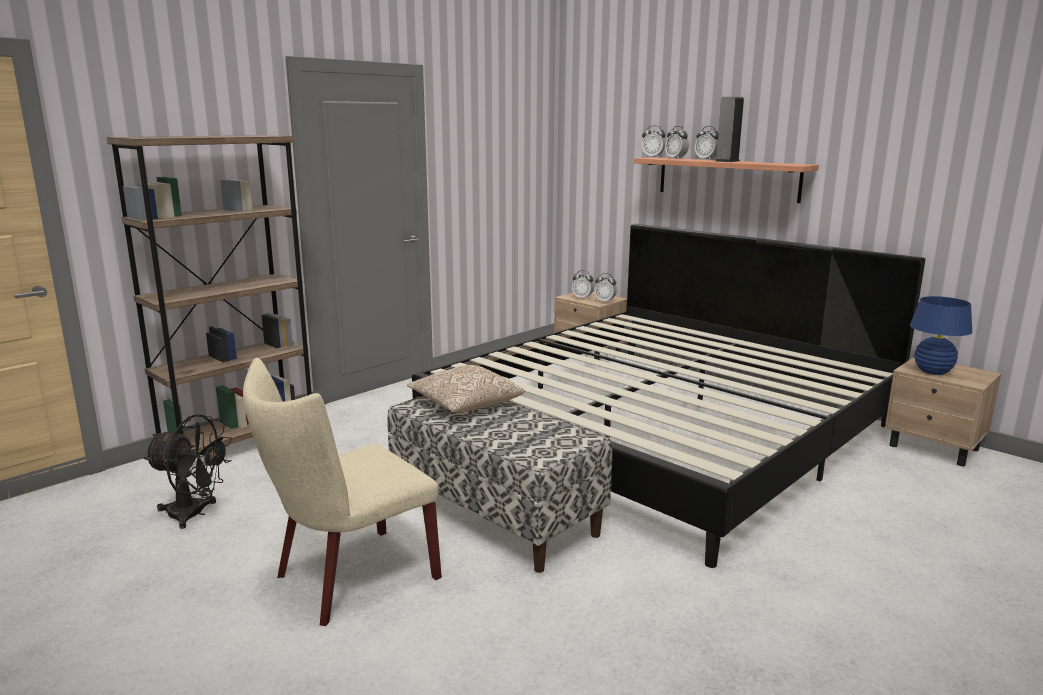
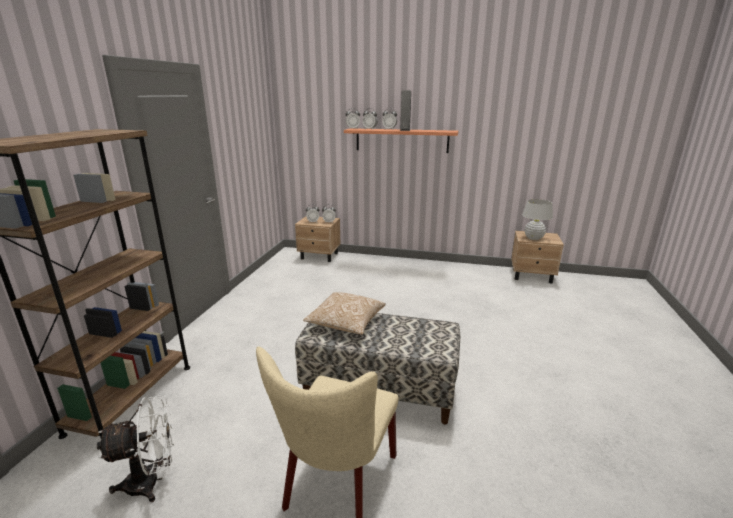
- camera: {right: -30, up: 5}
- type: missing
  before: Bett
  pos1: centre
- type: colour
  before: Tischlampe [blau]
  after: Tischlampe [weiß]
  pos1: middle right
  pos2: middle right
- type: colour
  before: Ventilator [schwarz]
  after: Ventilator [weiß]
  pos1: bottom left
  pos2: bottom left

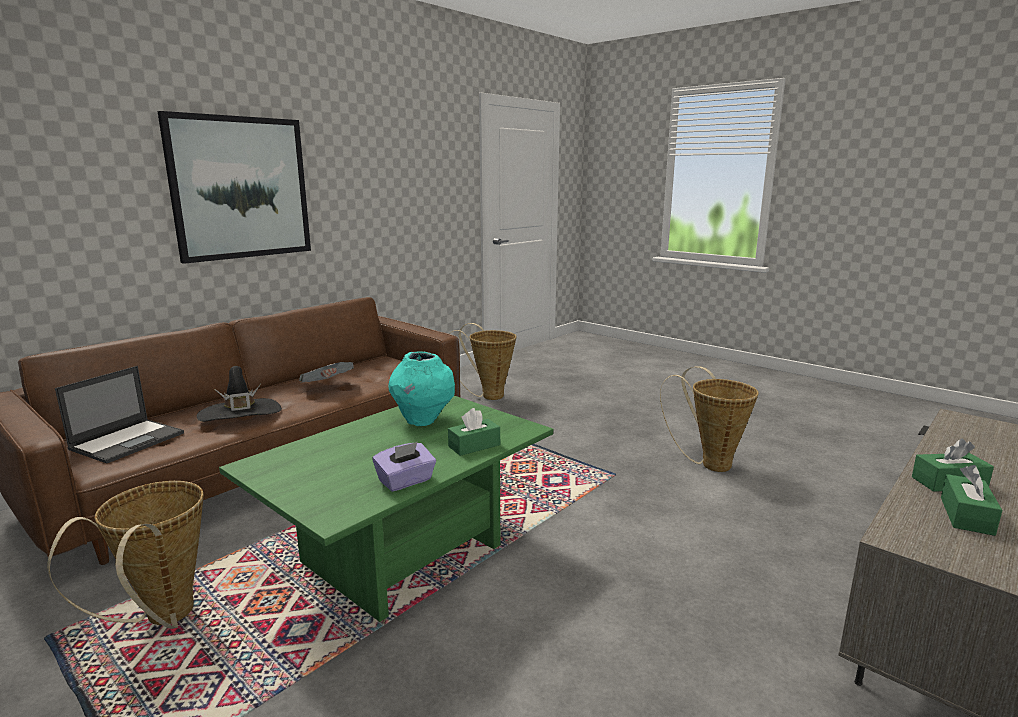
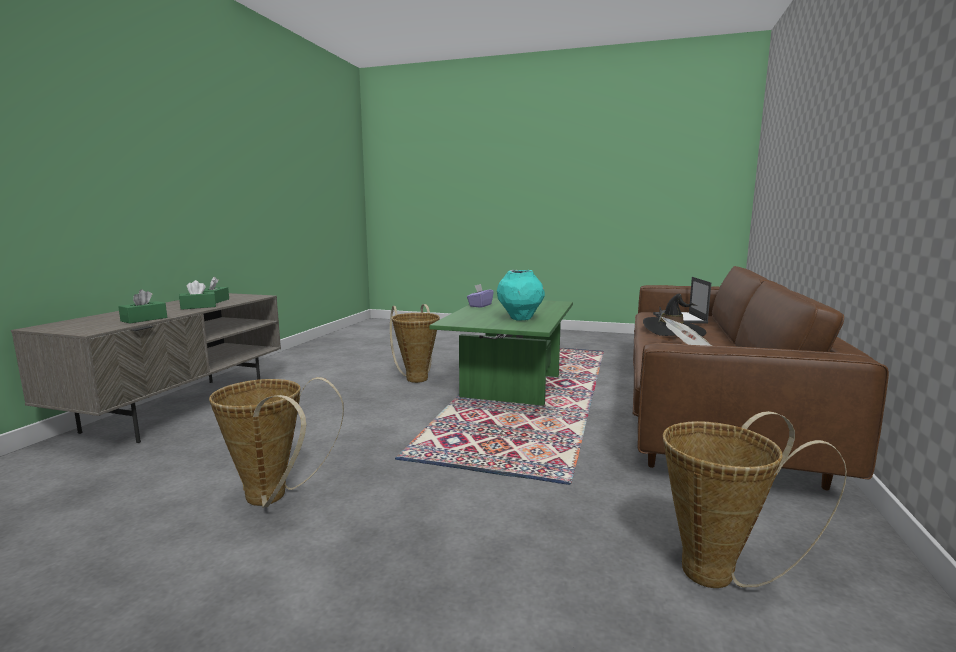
- camera: {right: 155, up: -5}
- type: missing
  before: Bild
  pos1: top left
- type: relocated
  before: Taschentuchbox [grün] (no. 1 from left)
  pos1: centre
  pos2: middle left
- type: relocated
  before: Korb (no. 1 from left in the first image)
  after: Korb (no. 2 from left)
  pos1: bottom left
  pos2: centre

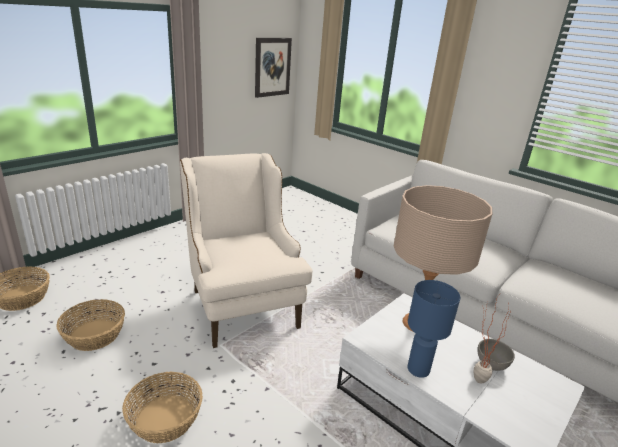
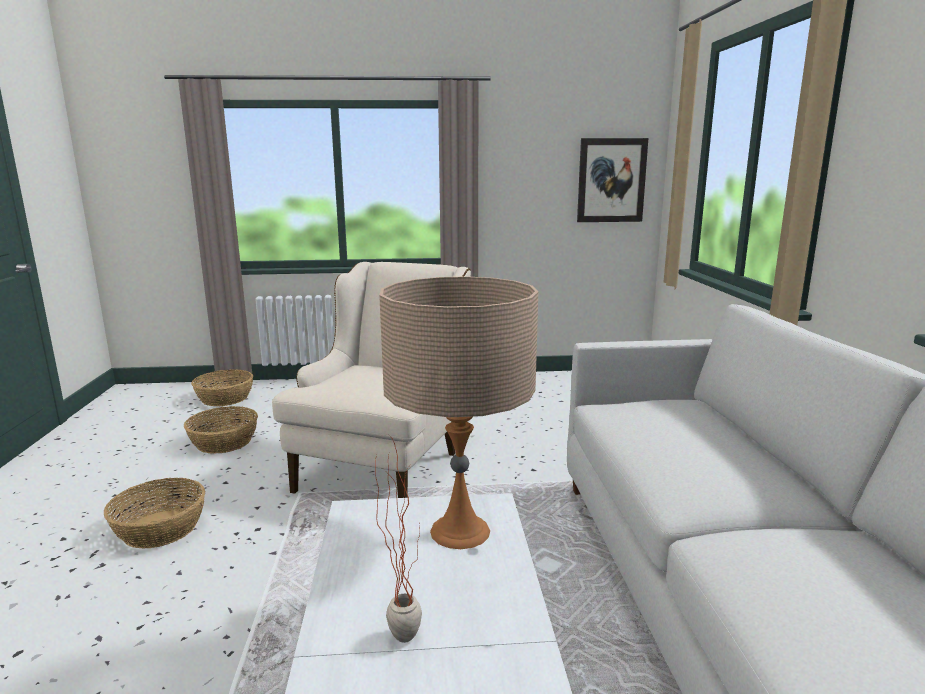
- camera: {right: 45, up: -10}
- type: missing
  before: Tischlampe [blau]
  pos1: bottom right
- type: missing
  before: Schüssel [grau]
  pos1: bottom right

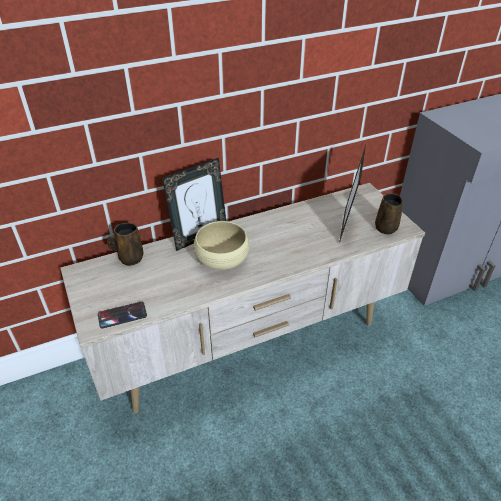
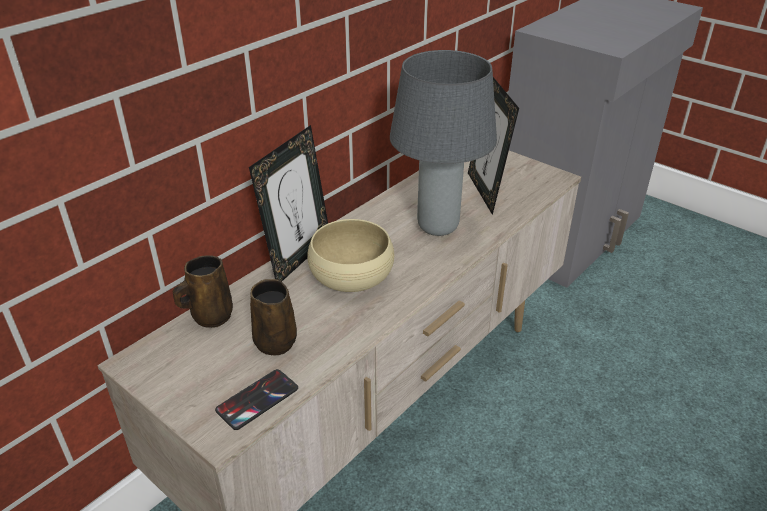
- camera: {right: -25, up: -5}
- type: relocated
  before: Henkelbecher [braun] (no. 2 from left)
  pos1: middle right
  pos2: centre
- type: appeared
  after: Tischlampe [grau]
  pos2: top centre

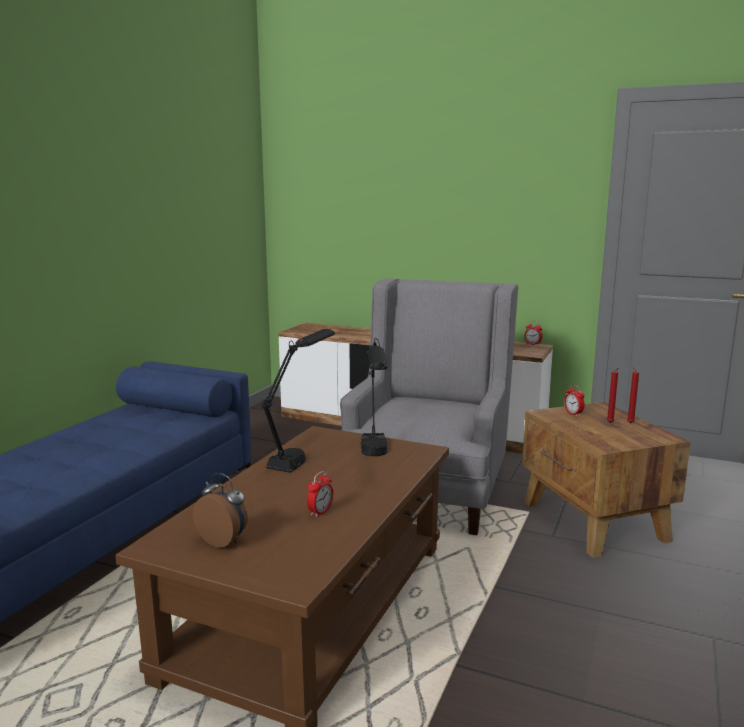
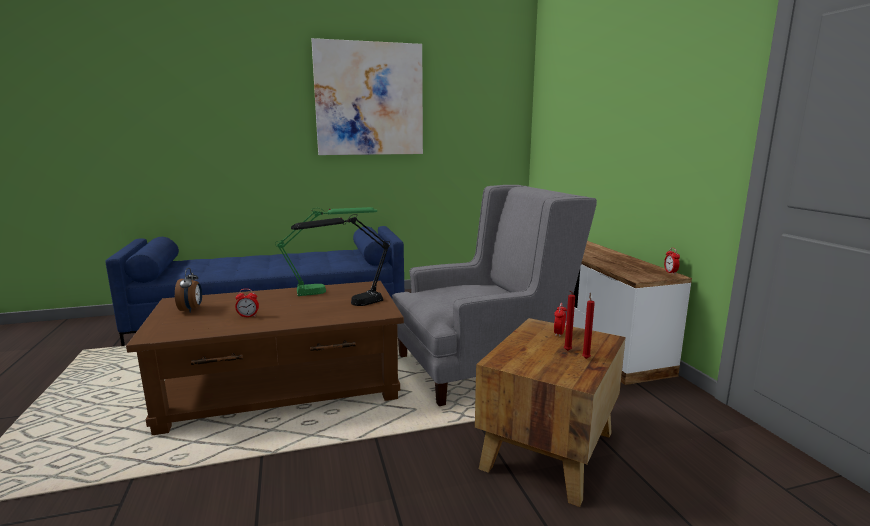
- camera: {right: 50, up: 0}
- type: colour
  before: Tischlampe [schwarz] (no. 1 from left)
  after: Tischlampe [grün]
  pos1: centre
  pos2: centre
- type: appeared
  after: Bild
  pos2: top centre

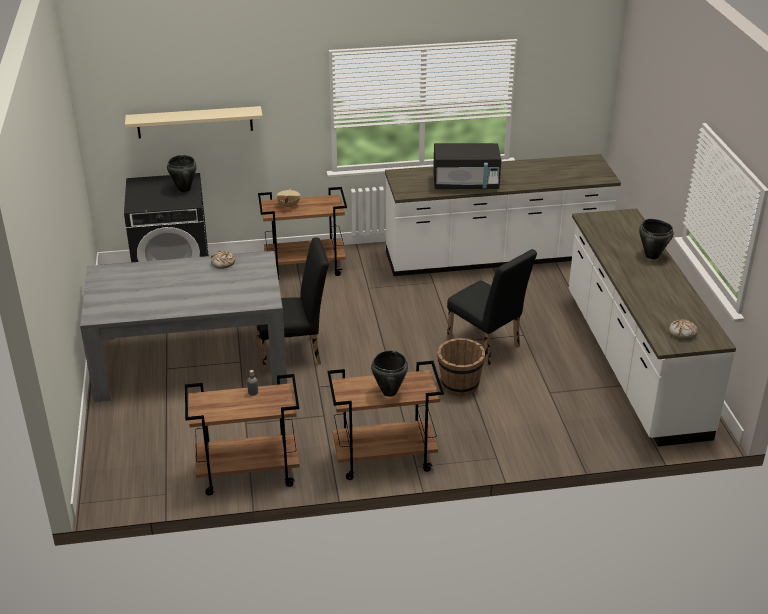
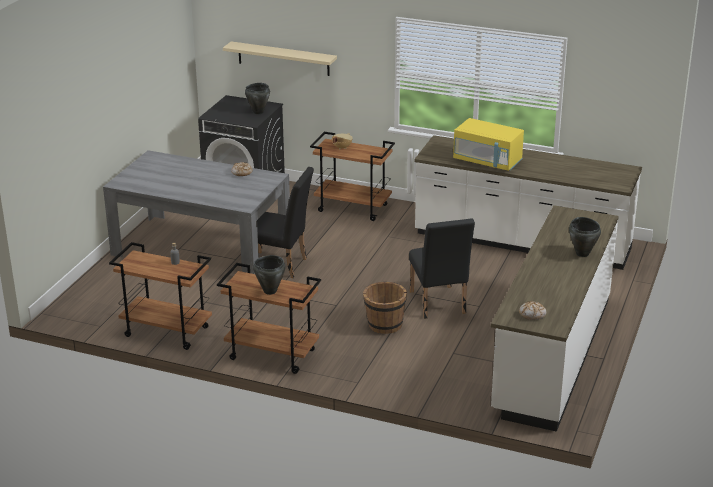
- camera: {right: 30, up: -5}
- type: colour
  before: Mikrowelle [schwarz]
  after: Mikrowelle [gelb]
  pos1: top centre
  pos2: top right

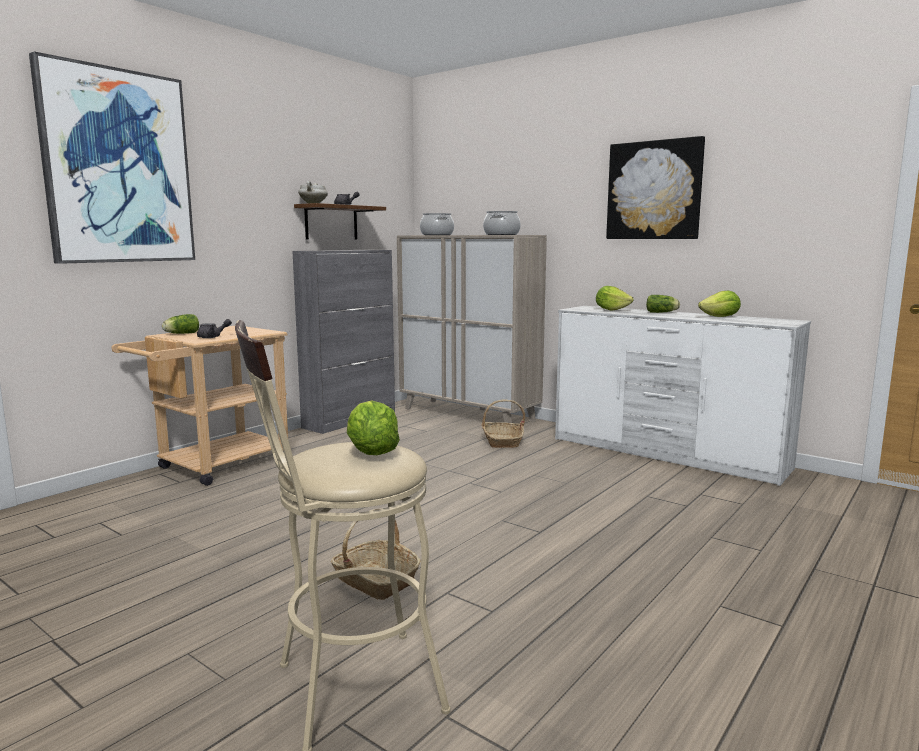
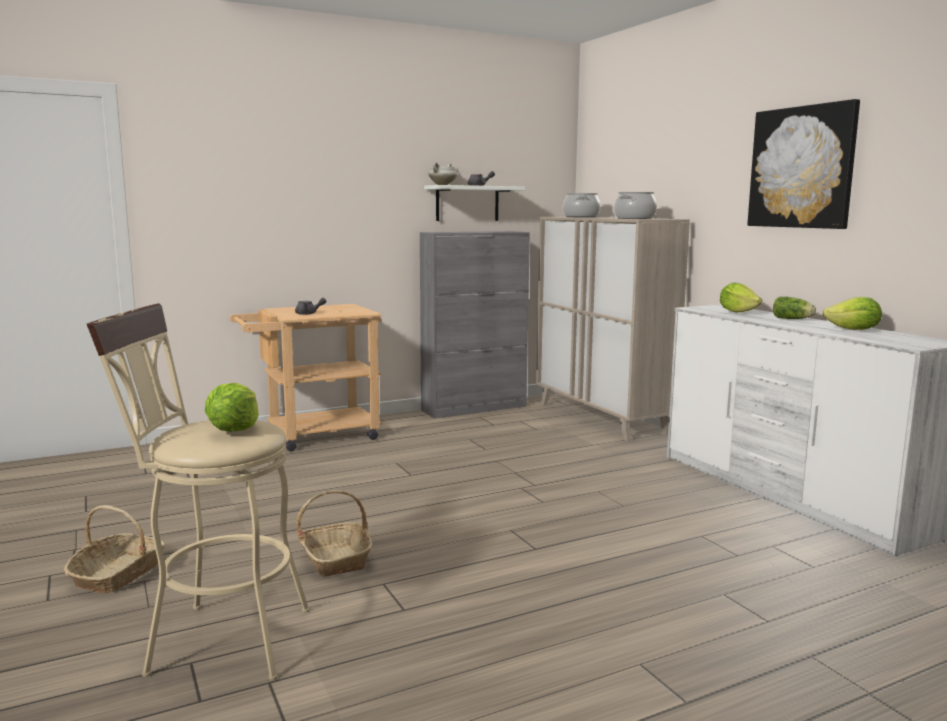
- camera: {right: 25, up: 0}
- type: missing
  before: Bild (no. 1 from left)
  pos1: top left
- type: colour
  before: Wandregal [braun]
  after: Wandregal [weiß]
  pos1: top centre
  pos2: top centre
- type: missing
  before: Salatkopf (no. 1 from left)
  pos1: middle left
- type: relocated
  before: Korb (no. 2 from left in the first image)
  after: Korb (no. 1 from left)
  pos1: centre
  pos2: bottom left

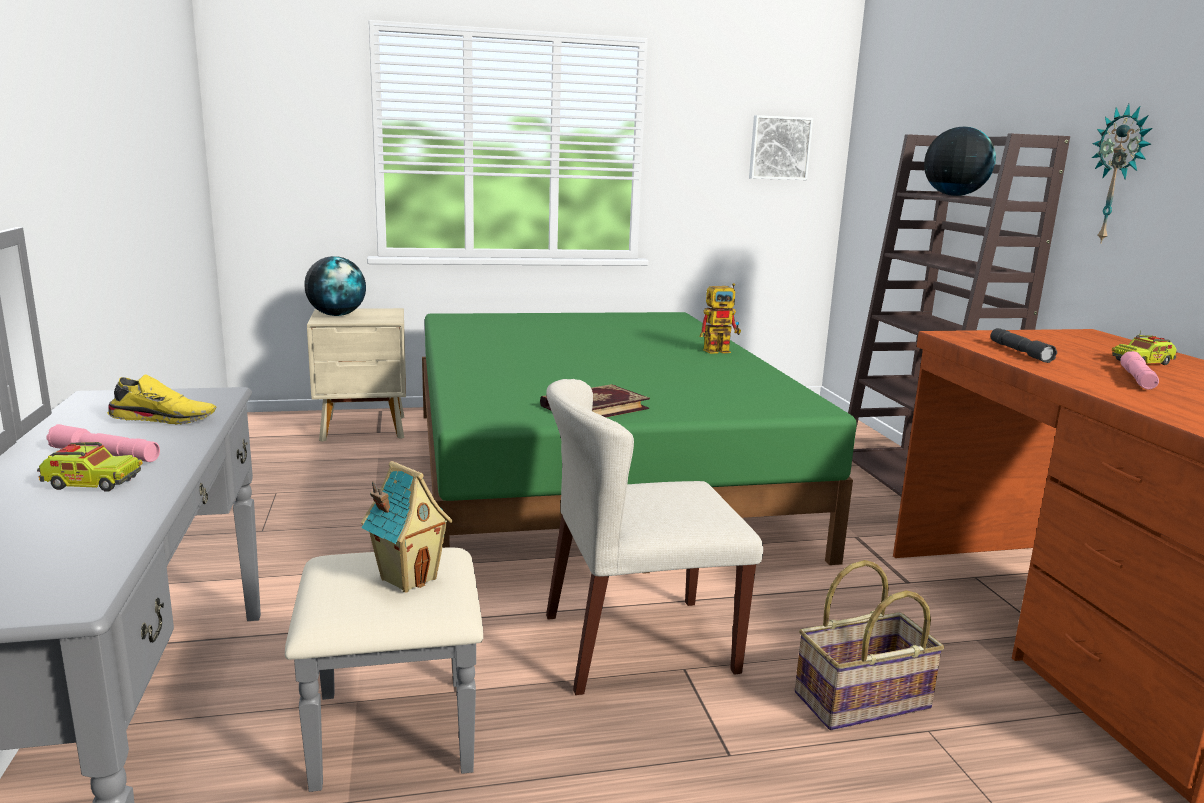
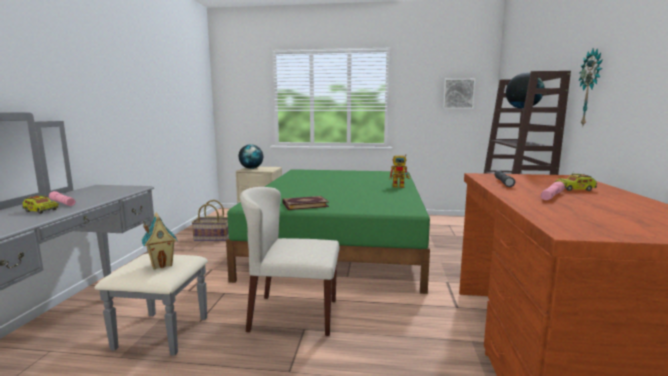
- camera: {right: 20, up: -5}
- type: missing
  before: Schuh [gelb]
  pos1: middle left
- type: relocated
  before: Korb
  pos1: bottom right
  pos2: middle left

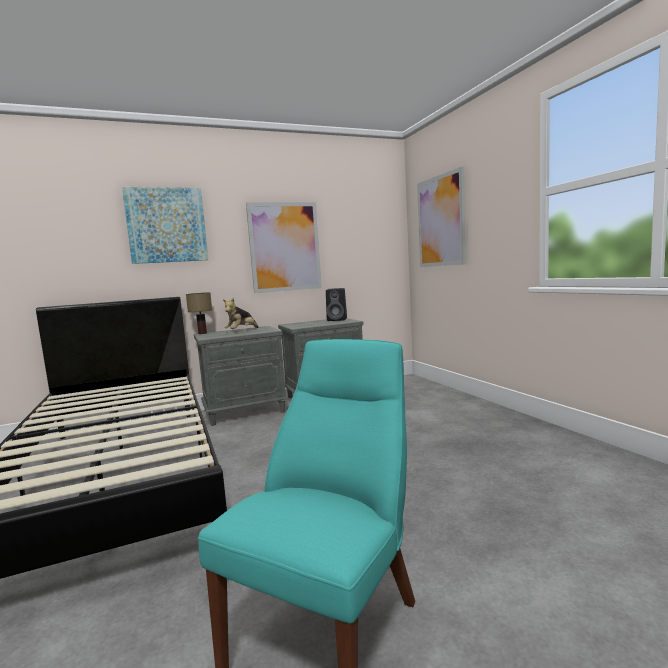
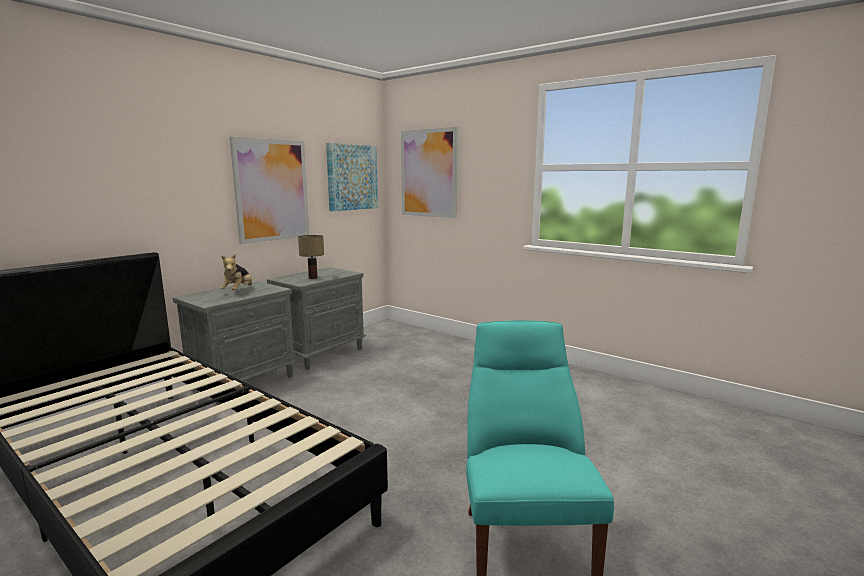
- camera: {right: -30, up: 5}
- type: relocated
  before: Bild (no. 1 from left in the first image)
  after: Bild (no. 2 from left)
  pos1: middle left
  pos2: top centre
- type: missing
  before: Lautsprecher [schwarz]
  pos1: centre
- type: relocated
  before: Tischlampe
  pos1: middle left
  pos2: centre

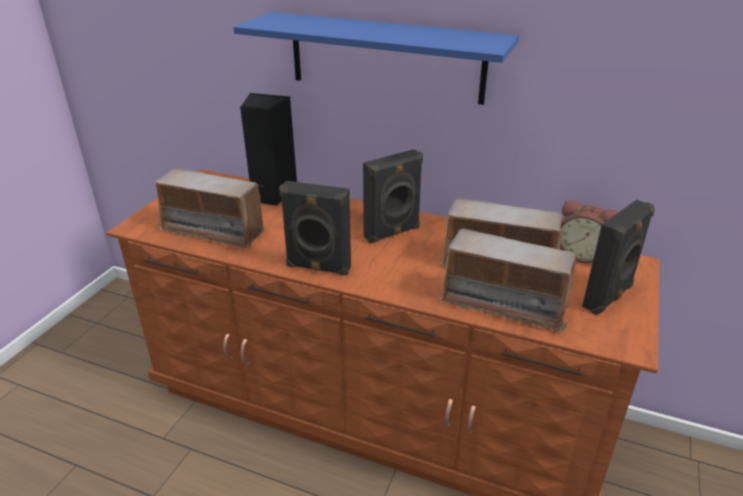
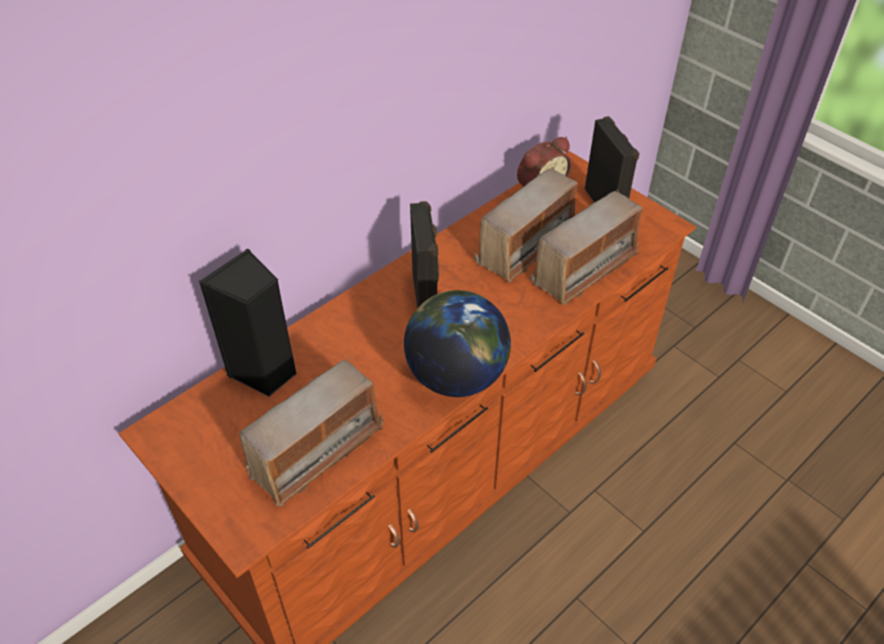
- camera: {right: -65, up: 15}
- type: missing
  before: Wandregal [blau]
  pos1: top centre
- type: exchanged
  before: Lautsprecher [schwarz] (no. 2 from left)
  after: Globus
  pos1: centre
  pos2: centre

